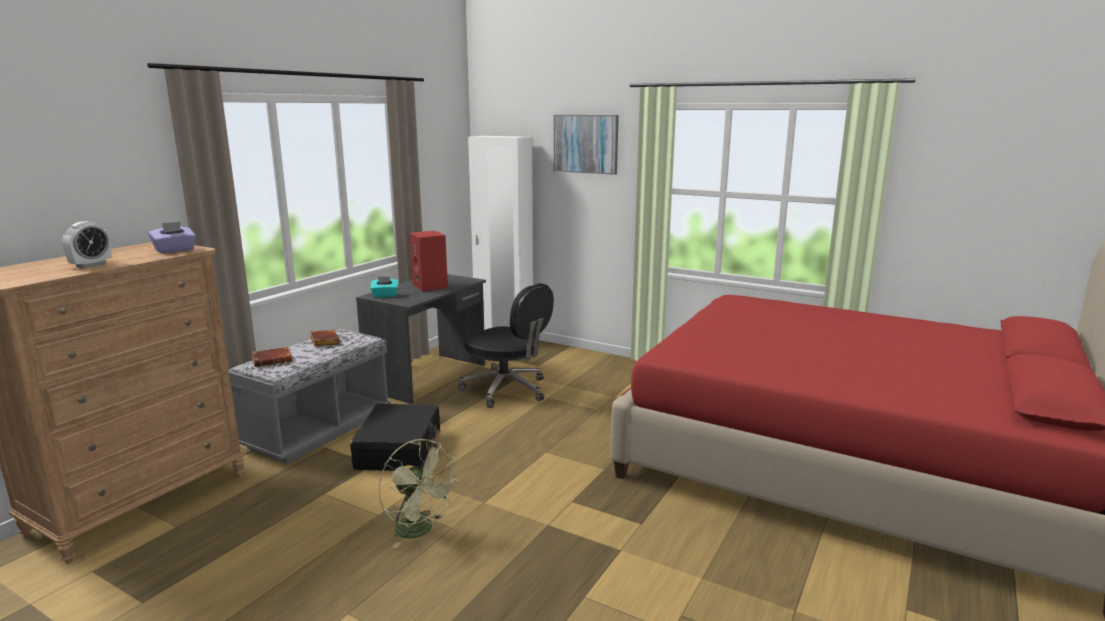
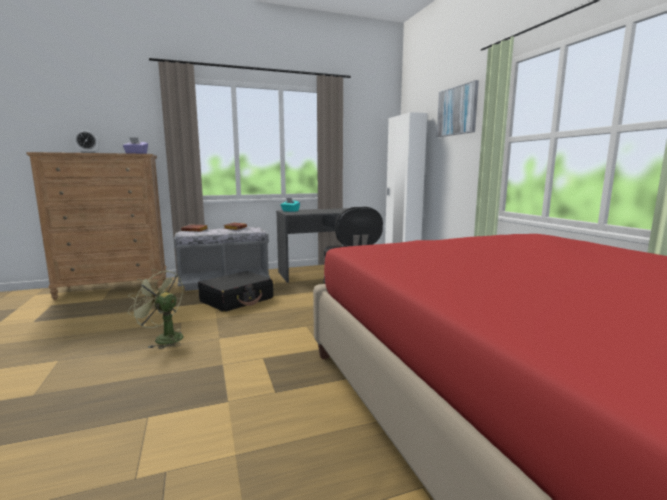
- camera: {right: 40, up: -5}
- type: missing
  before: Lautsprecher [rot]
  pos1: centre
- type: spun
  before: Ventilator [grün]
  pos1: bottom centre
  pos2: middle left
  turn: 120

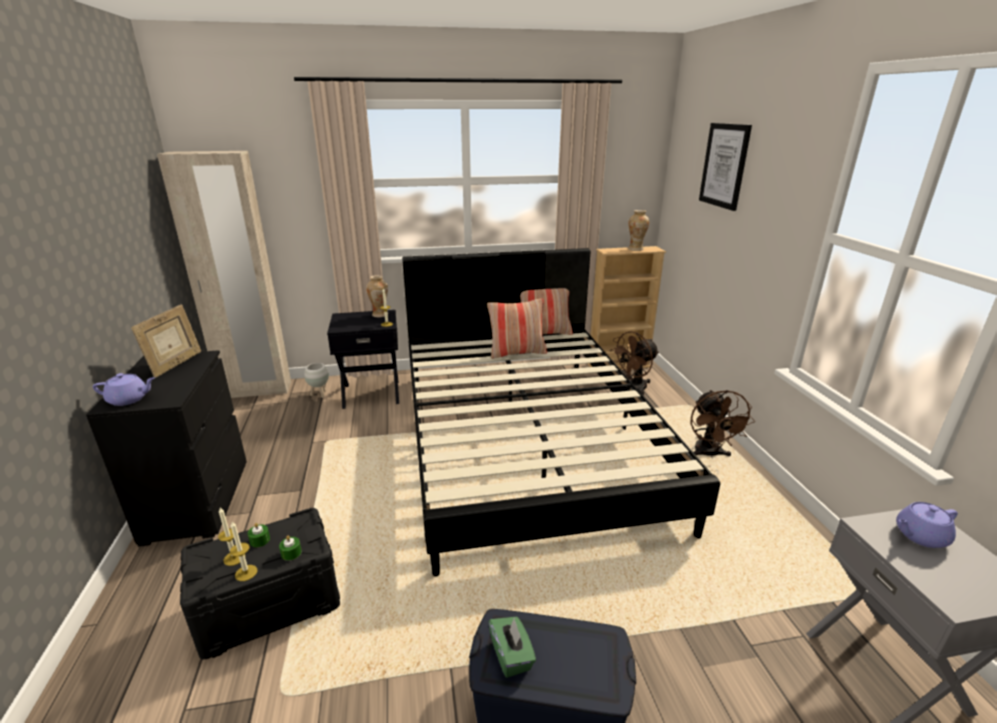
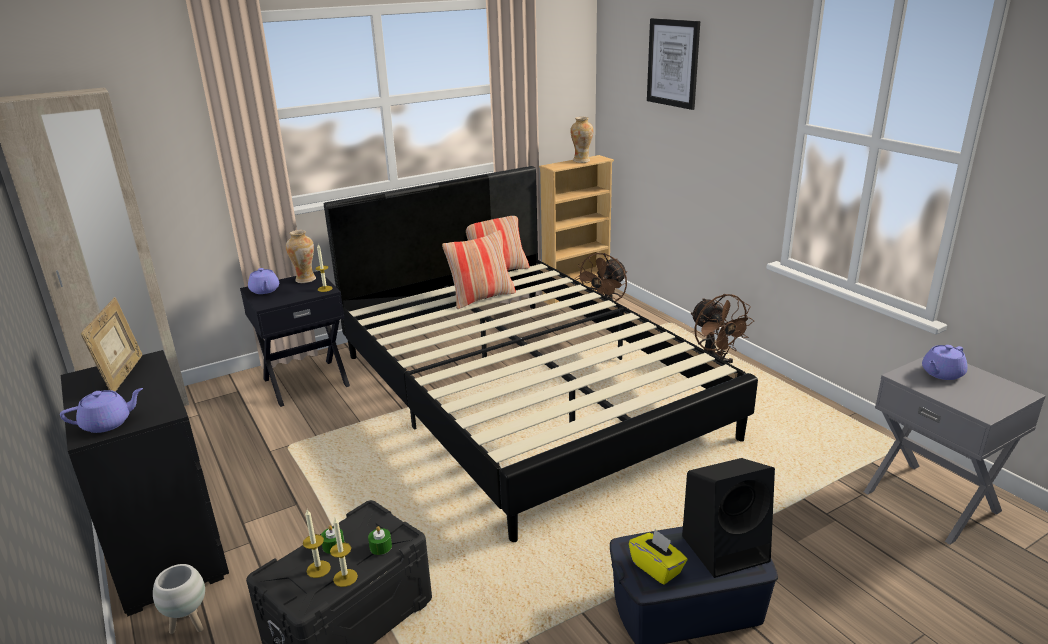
- camera: {right: -20, up: 0}
- type: relocated
  before: Pflanzkübel [weiß]
  pos1: middle left
  pos2: bottom left
- type: colour
  before: Taschentuchbox [grün]
  after: Taschentuchbox [gelb]
  pos1: bottom centre
  pos2: bottom centre
- type: appeared
  after: Teekanne [lila] (no. 2 from left)
  pos2: middle left
- type: appeared
  after: Lautsprecher [schwarz]
  pos2: bottom right

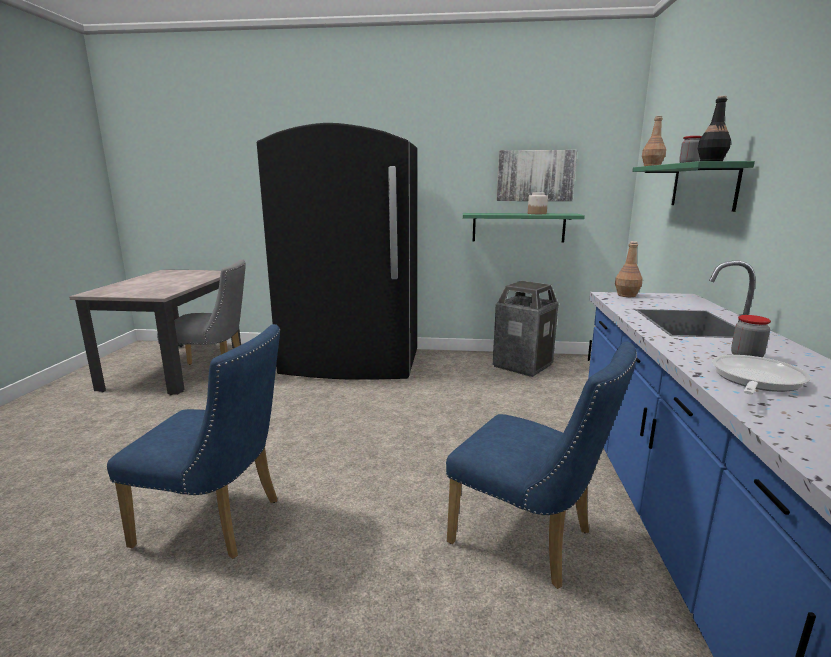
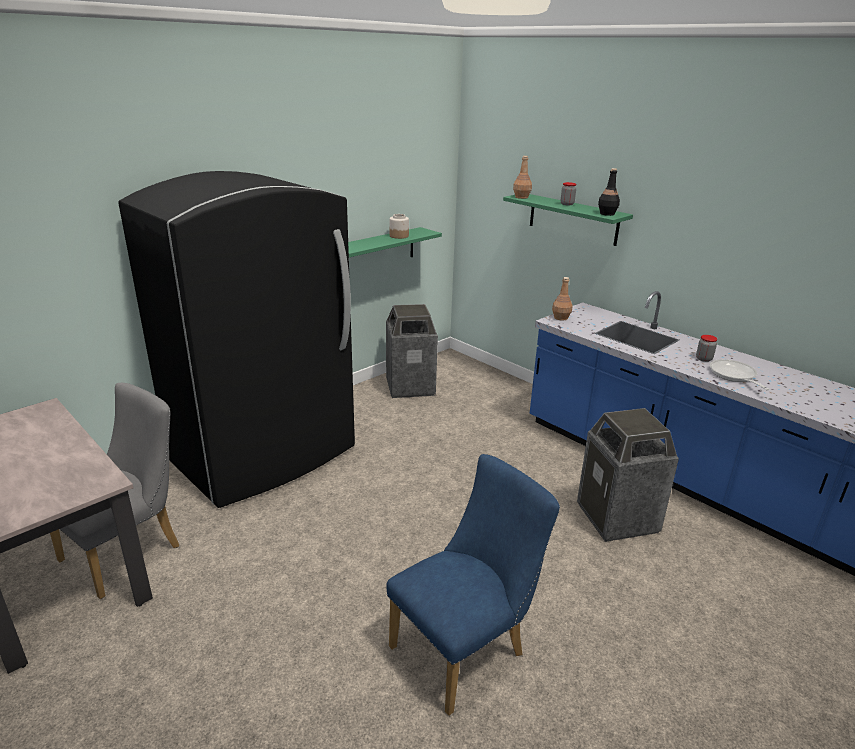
- camera: {right: -50, up: 10}
- type: missing
  before: Bild
  pos1: top centre
- type: exchanged
  before: Stuhl [blau] (no. 2 from left)
  after: Mülleimer (no. 2 from left)
  pos1: bottom centre
  pos2: middle right

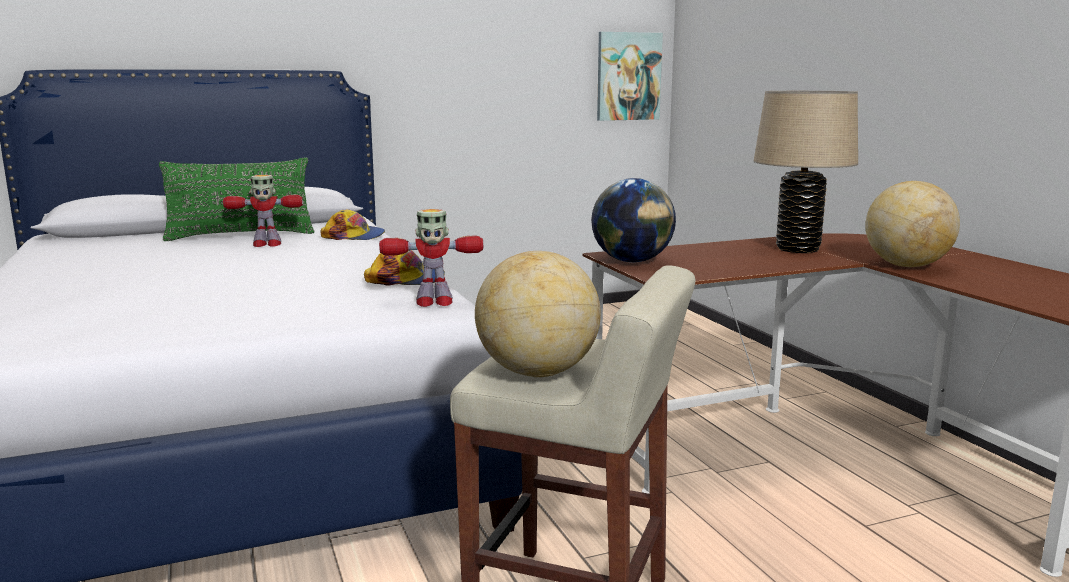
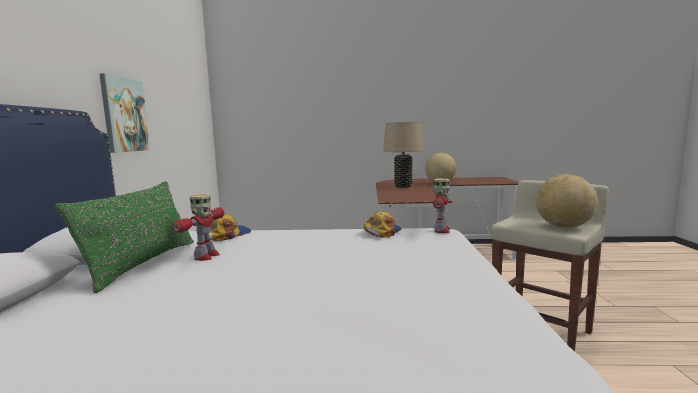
- camera: {right: -65, up: -5}
- type: relocated
  before: Bild
  pos1: top centre
  pos2: top left
- type: missing
  before: Globus (no. 2 from left)
  pos1: centre

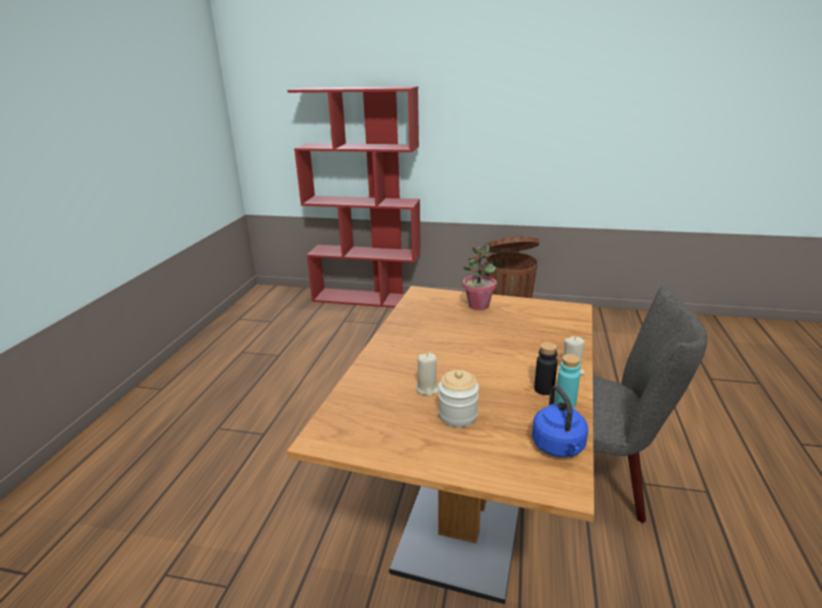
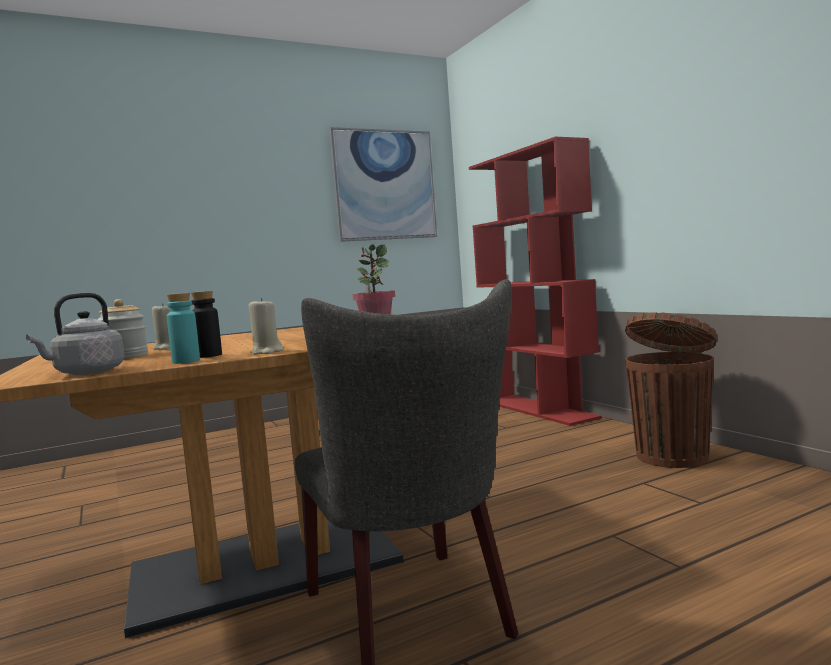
- camera: {right: 50, up: -20}
- type: colour
  before: Wasserkessel [blau]
  after: Wasserkessel [grau]
  pos1: bottom right
  pos2: middle left
- type: appeared
  after: Bild
  pos2: top centre

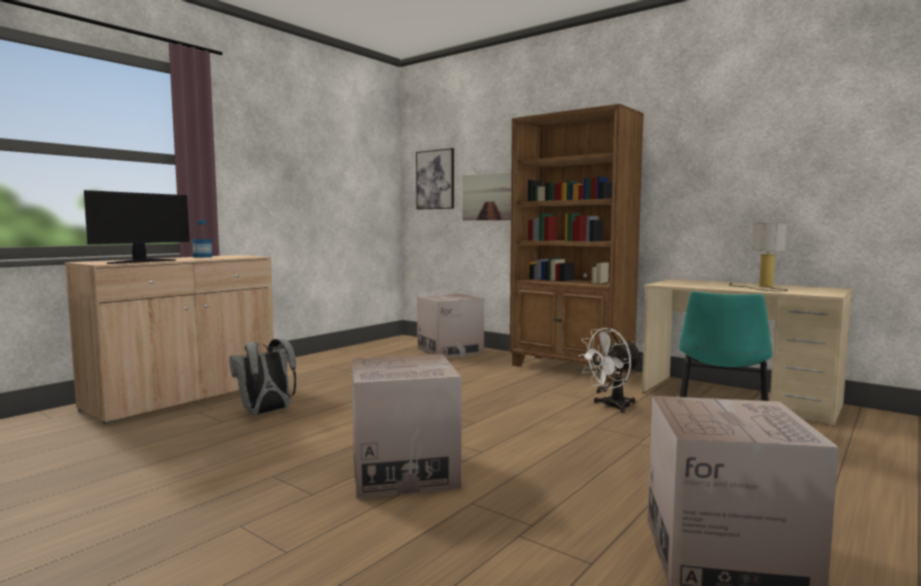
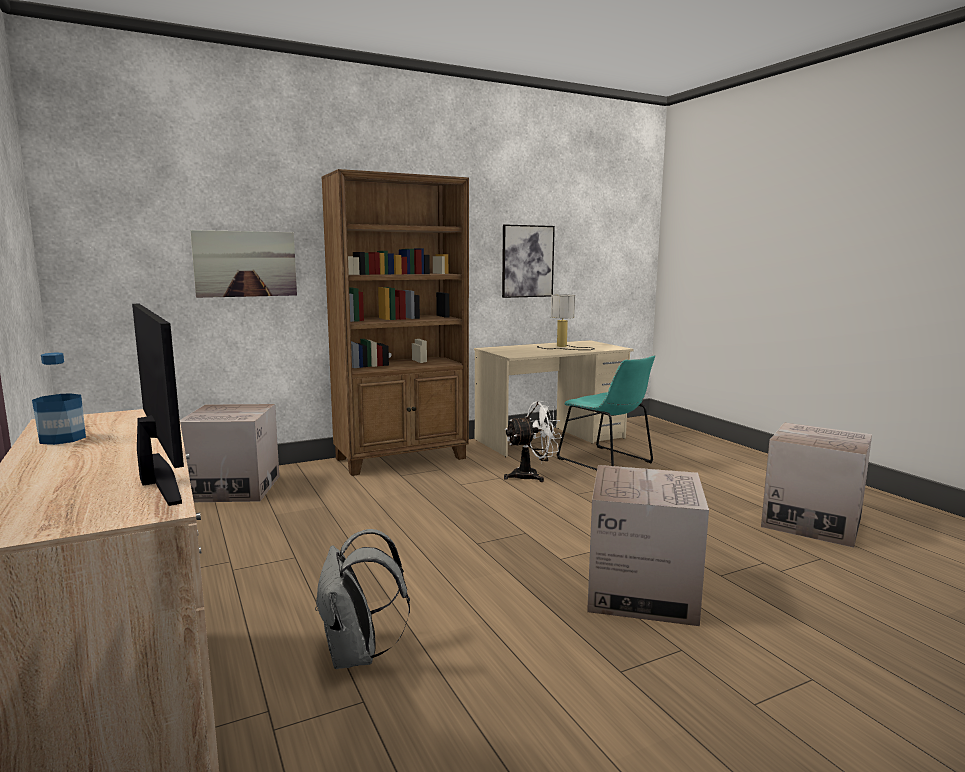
- camera: {right: -65, up: 5}
- type: relocated
  before: Bild (no. 1 from left in the first image)
  after: Bild (no. 2 from left)
  pos1: top centre
  pos2: centre
- type: spun
  before: Ventilator [weiß]
  pos1: centre
  pos2: centre
  turn: -105

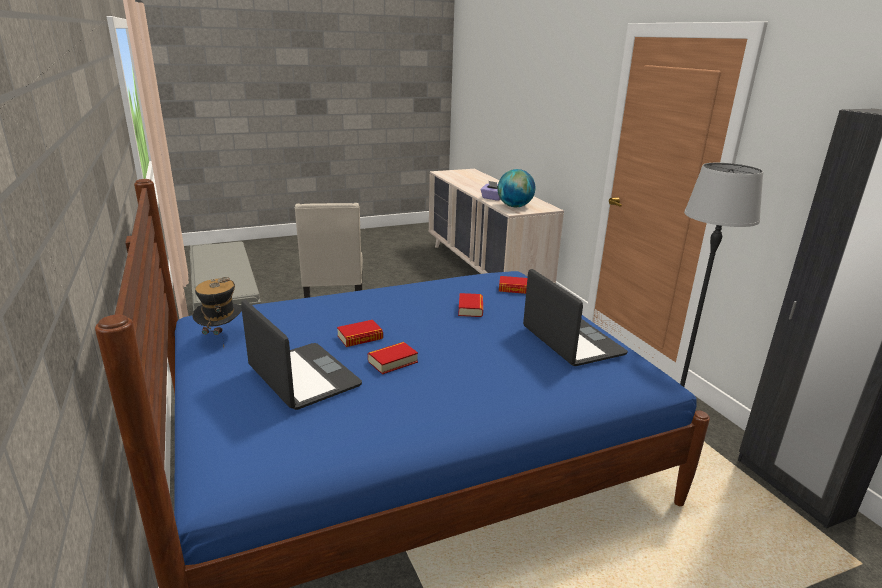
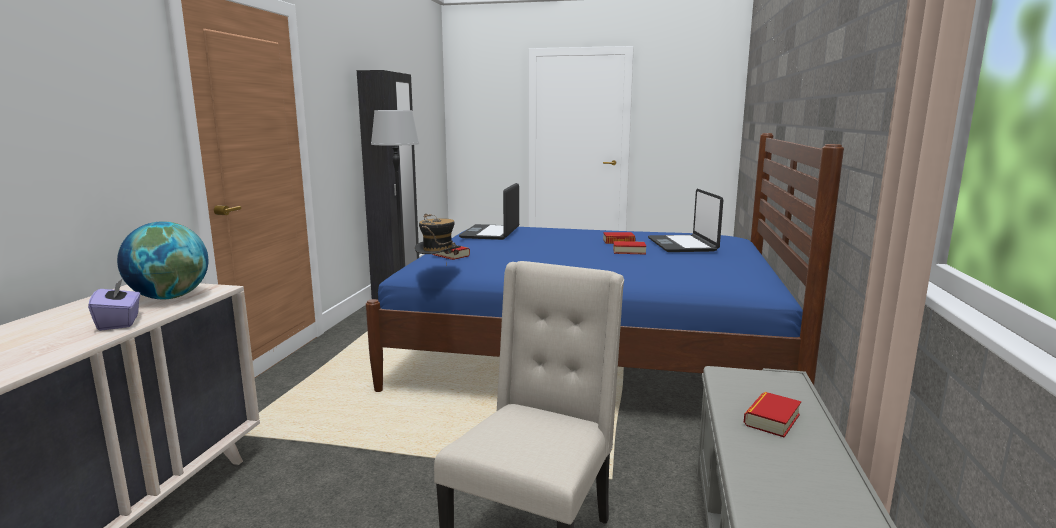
- camera: {right: -145, up: -10}
- type: relocated
  before: Hut
  pos1: middle left
  pos2: centre
- type: relocated
  before: Buch (no. 3 from left in the first image)
  after: Buch (no. 4 from left)
  pos1: centre
  pos2: bottom right

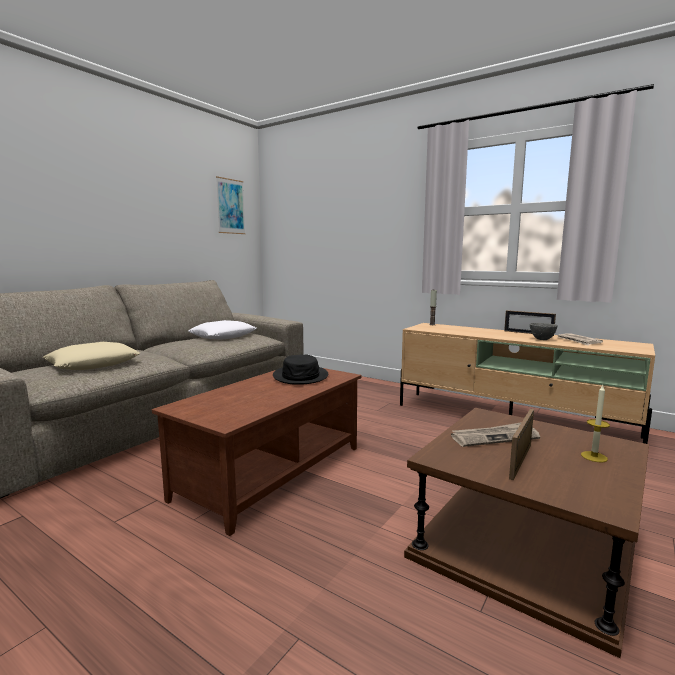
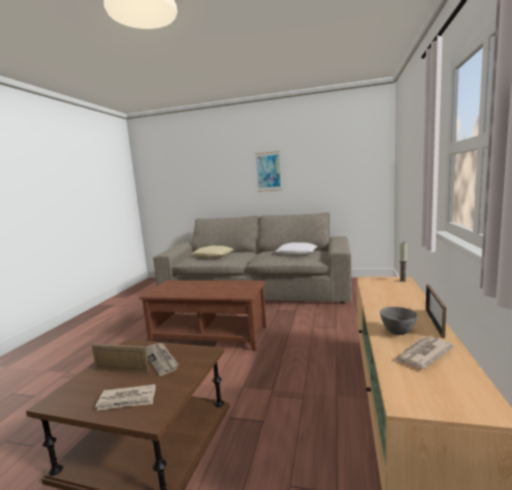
- camera: {right: 70, up: 0}
- type: relocated
  before: Bild
  pos1: top centre
  pos2: centre
- type: missing
  before: Hut [schwarz]
  pos1: centre
- type: exchanged
  before: Kerze (no. 2 from left)
  after: Zeitung (no. 1 from left)
  pos1: middle right
  pos2: bottom left

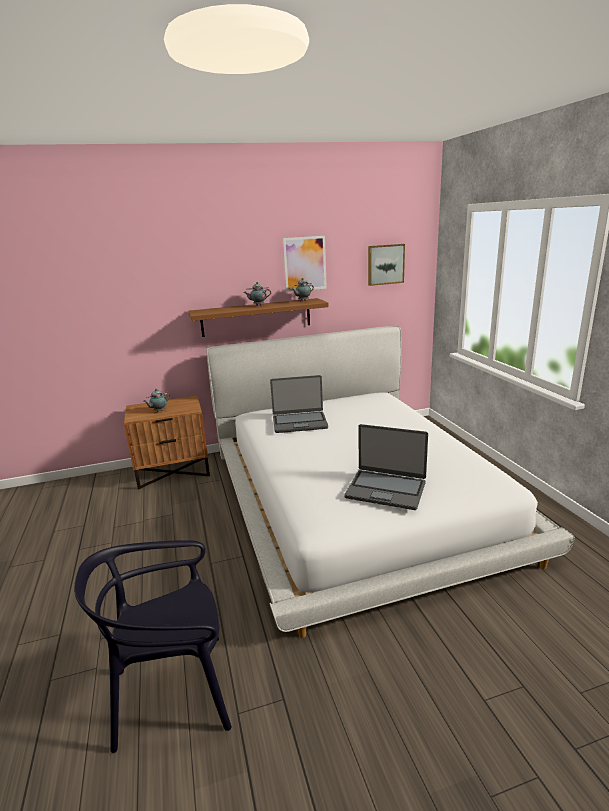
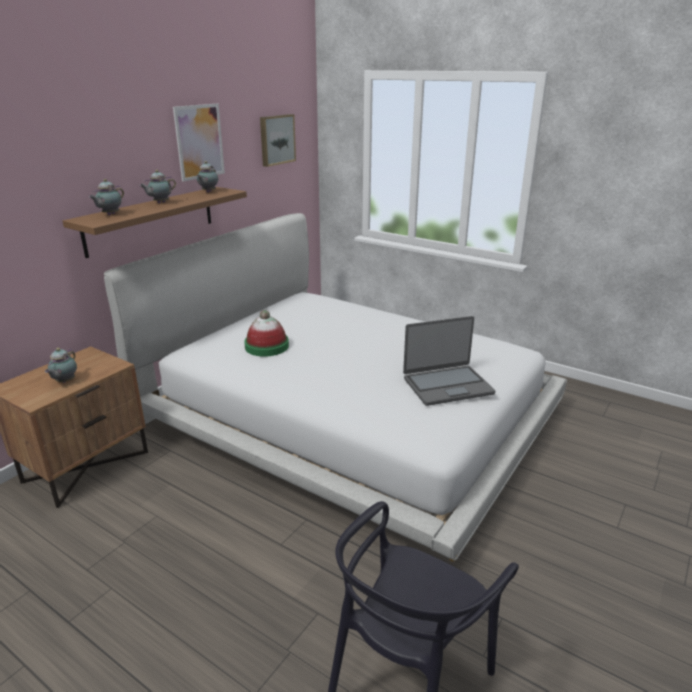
- camera: {right: -40, up: 5}
- type: exchanged
  before: Laptop (no. 1 from left)
  after: Hut
  pos1: centre
  pos2: centre
- type: appeared
  after: Teekanne (no. 2 from left)
  pos2: top left

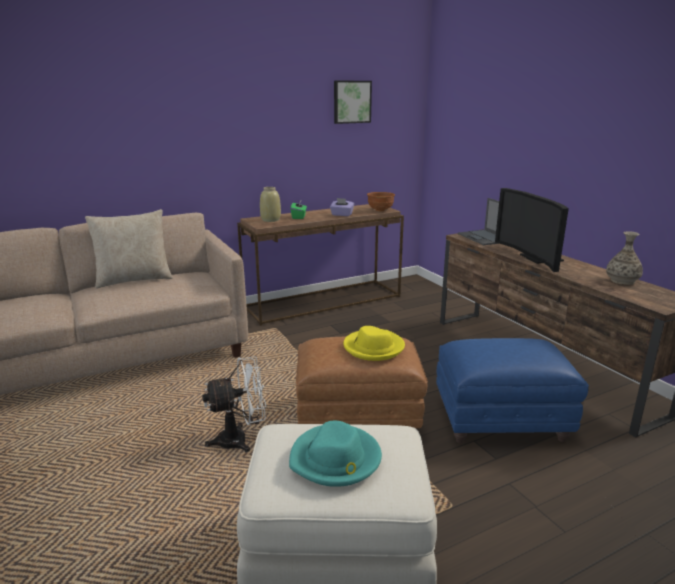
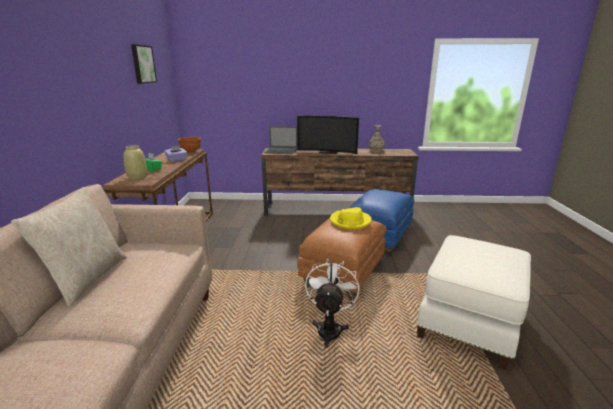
- camera: {right: -60, up: 0}
- type: missing
  before: Hut [türkis]
  pos1: bottom centre

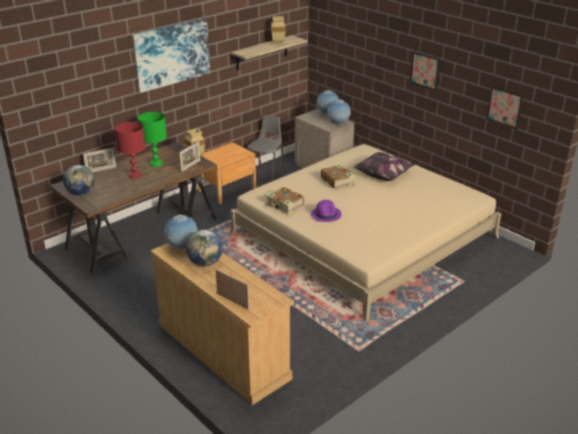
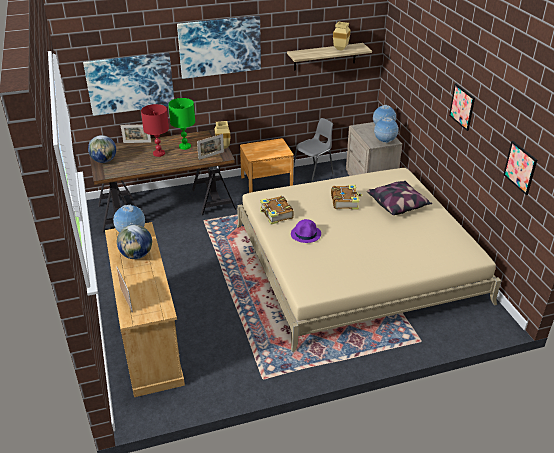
- camera: {right: 25, up: 5}
- type: appeared
  after: Bild (no. 1 from left)
  pos2: top left

